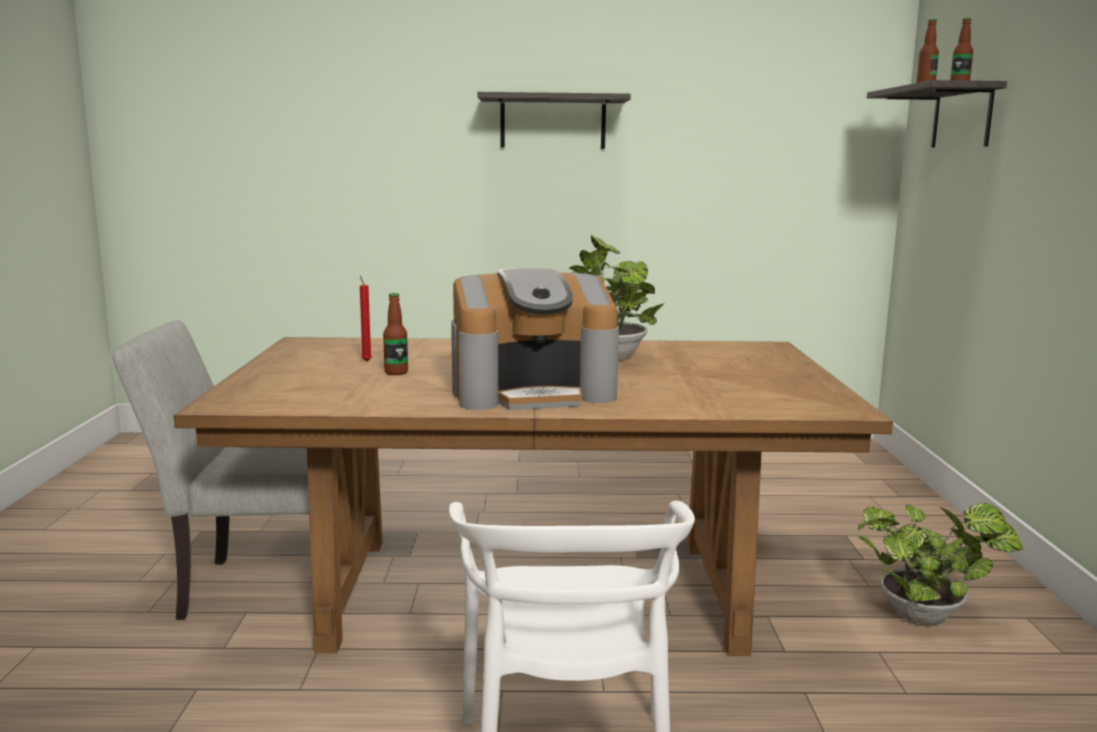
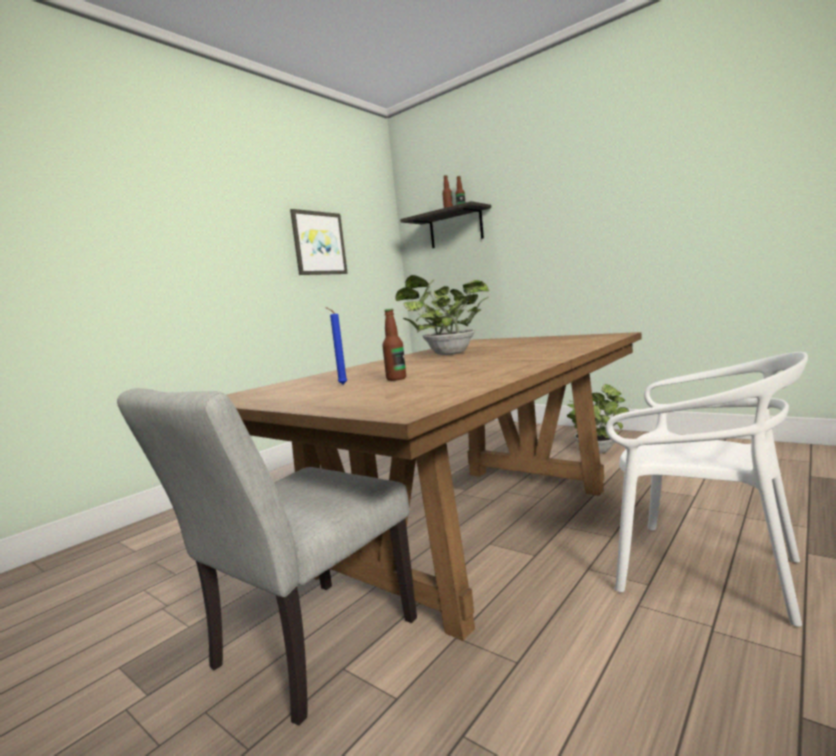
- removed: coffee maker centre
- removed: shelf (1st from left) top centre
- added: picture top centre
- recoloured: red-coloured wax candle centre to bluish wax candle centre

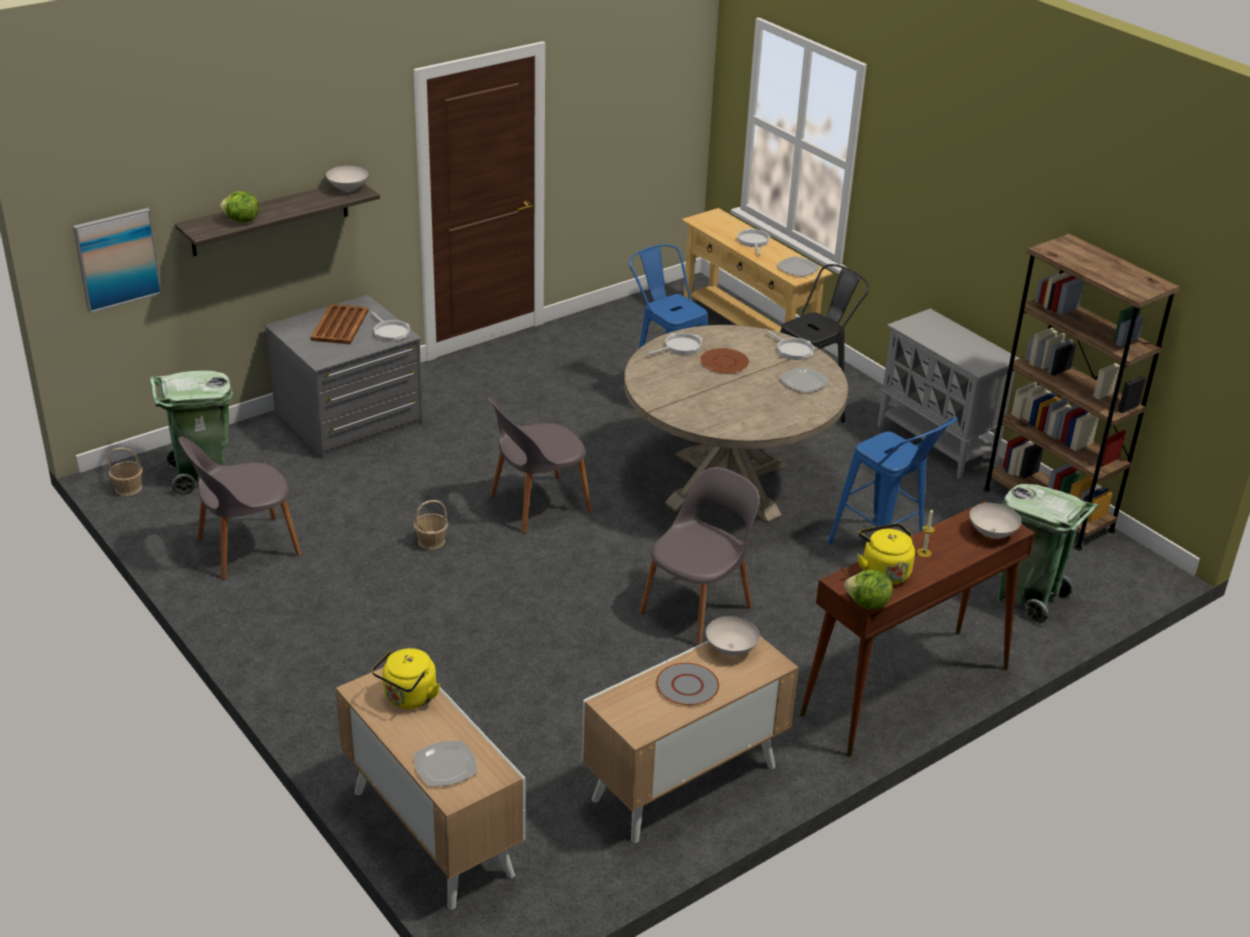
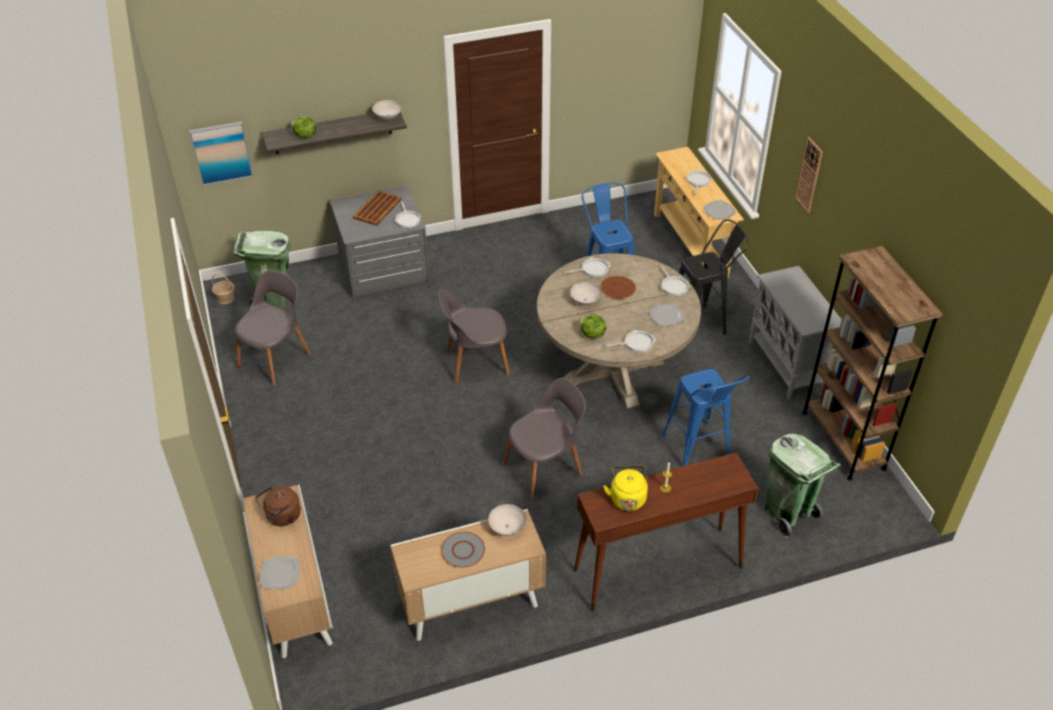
- removed: basket (2nd from left) centre
- added: pan (3rd from left) centre
- added: wall clock top right
- moved: lettuce head (2nd from left) middle right to centre
- moved: white bowl (3rd from left) middle right to centre
- recoloured: yellowish kettle (1st from left) bottom left to brown-coloured kettle bottom left
- turned: gray plain chair (1st from left) middle left = middle left 135 degrees clockwise

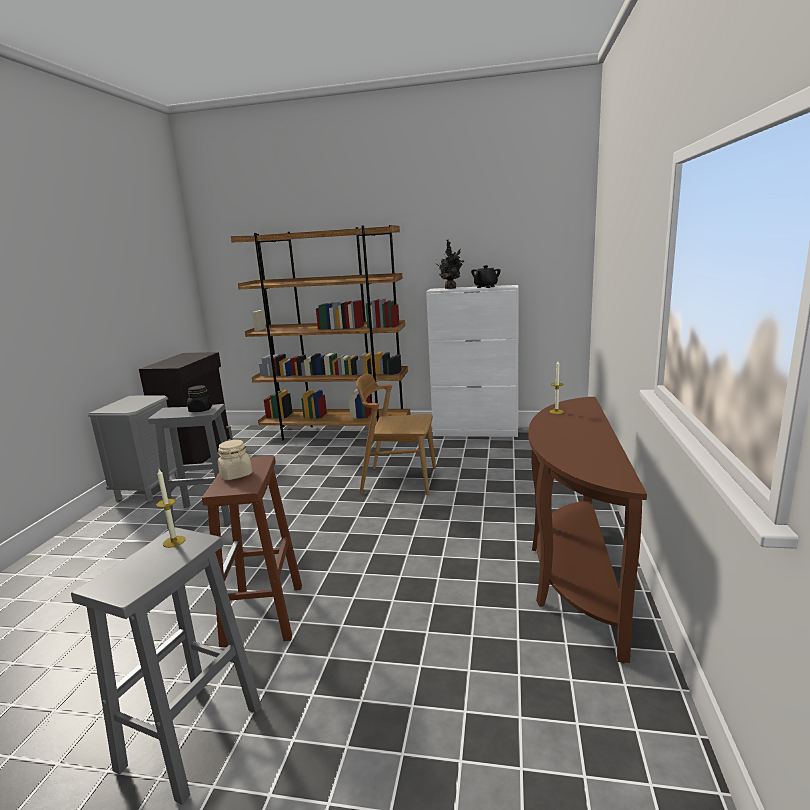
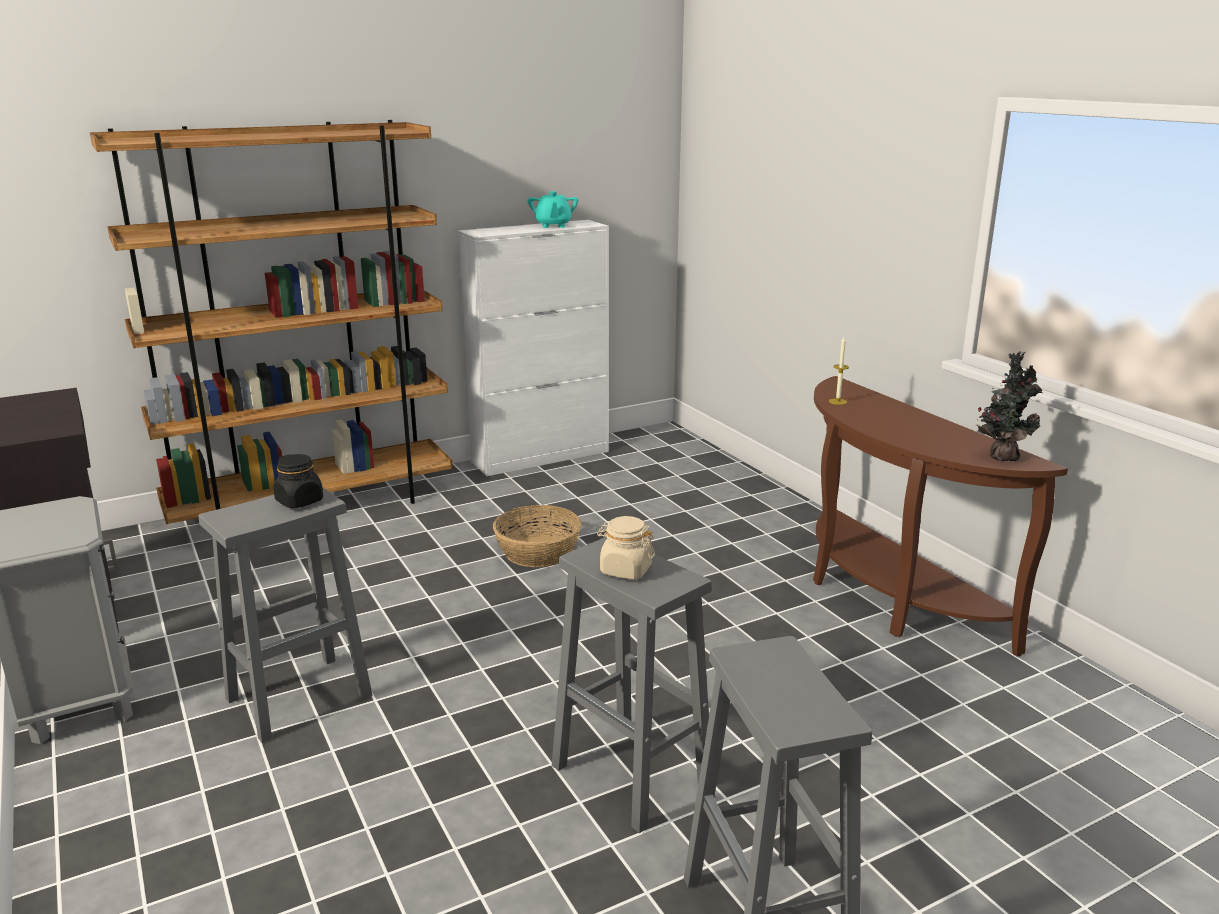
- removed: wax candle (1st from left) middle left
- moved: houseplant top centre to middle right
- replaced: brown-coloured plain chair centre to basket centre
- recoloured: brown-coloured stool seat bottom left to gray stool seat (2nd from left) bottom centre
- recoloured: blackish teapot centre to turquoise-coloured teapot top centre

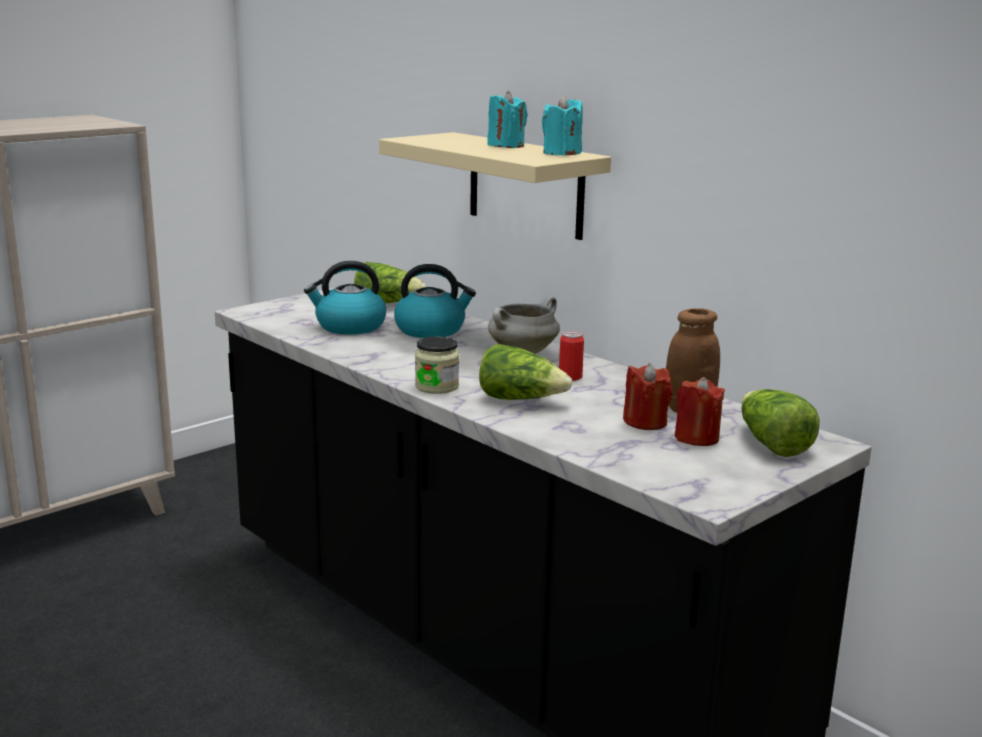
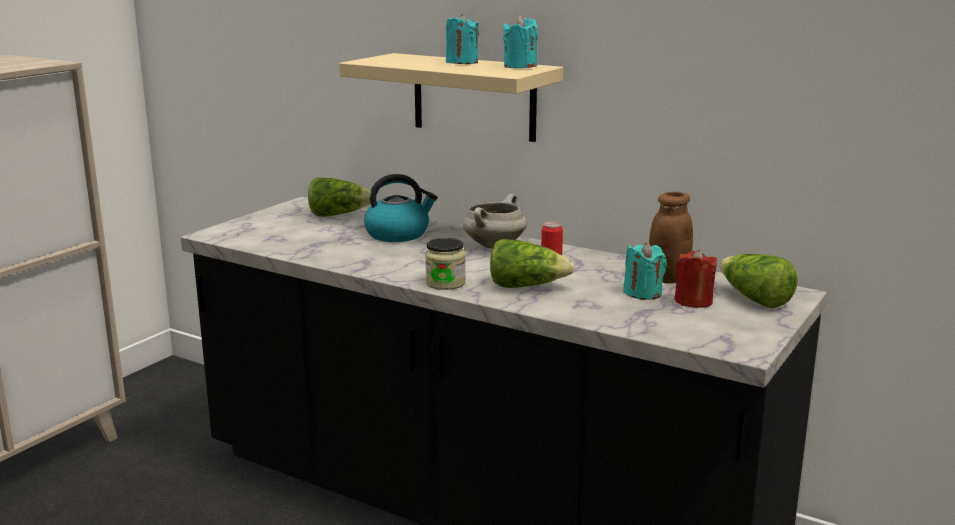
- removed: kettle (1st from left) centre
- recoloured: red-coloured wax candle (1st from left) centre to turquoise-coloured wax candle (3rd from left) middle right

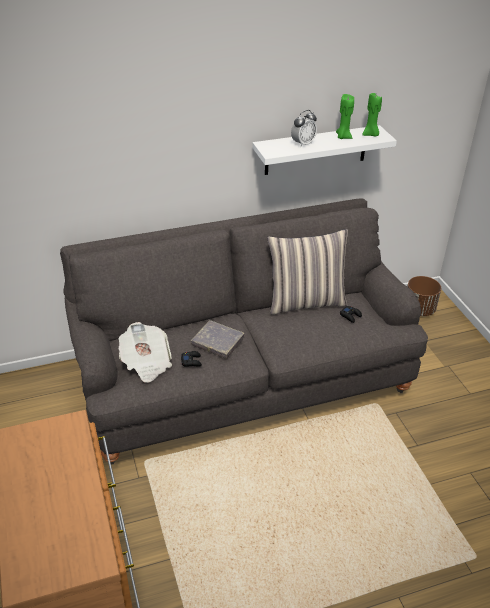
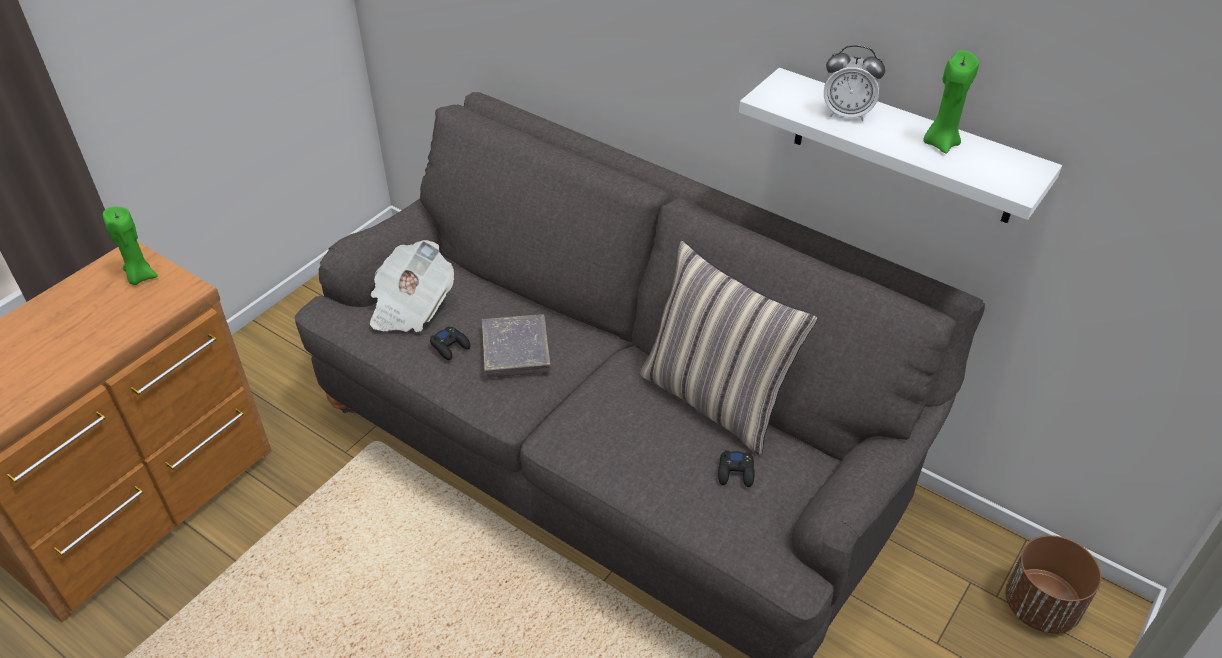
- moved: green wax candle (2nd from left in the first image) top right to green wax candle (1st from left) middle left

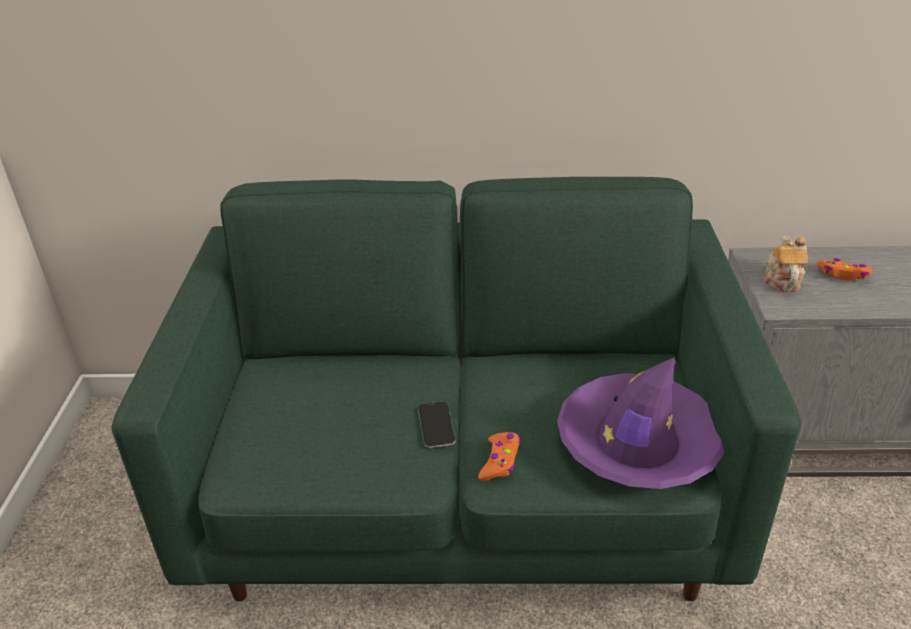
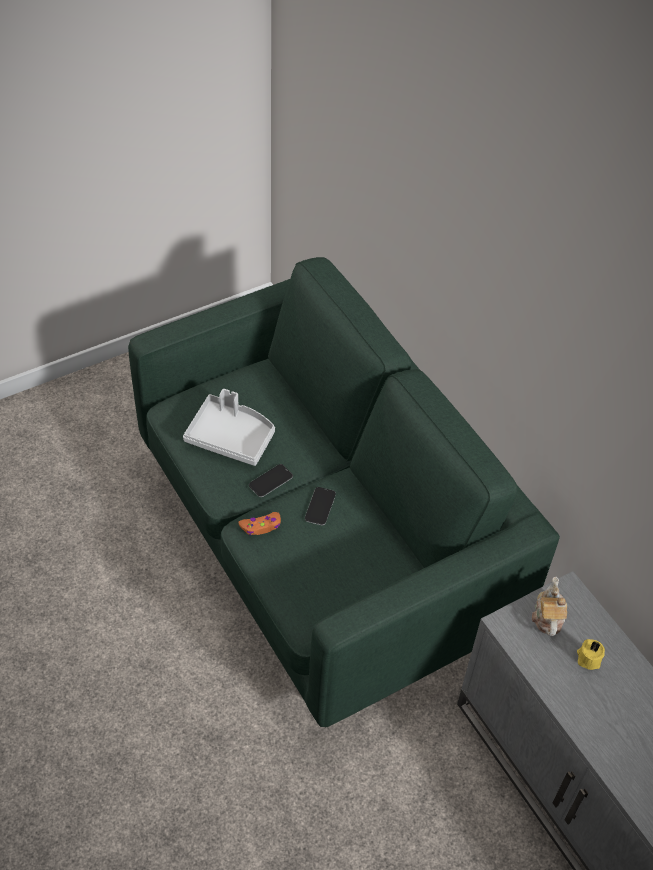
- removed: purplish hat bottom right
- added: gray serving tray centre
- added: handset (2nd from left) centre
- replaced: orangey game controller (2nd from left) middle right to yellowish wax candle bottom right
- turned: teapot middle right = bottom right 60 degrees counterclockwise

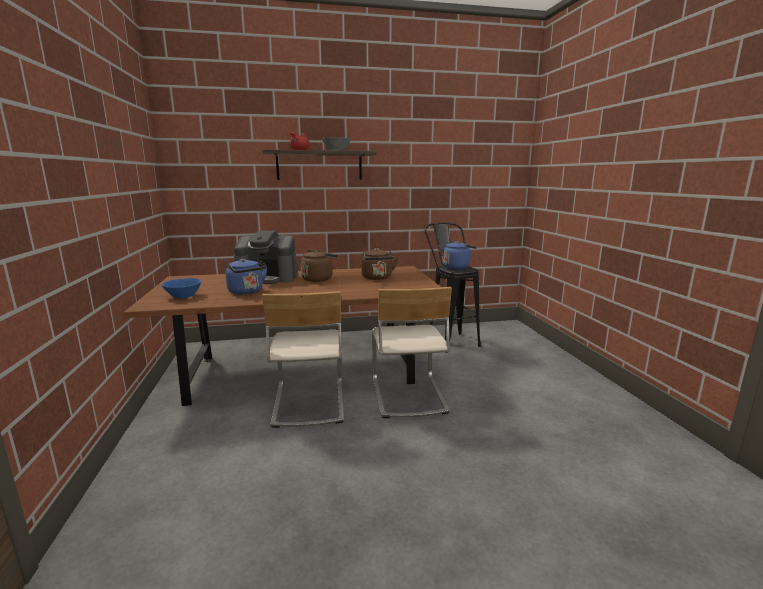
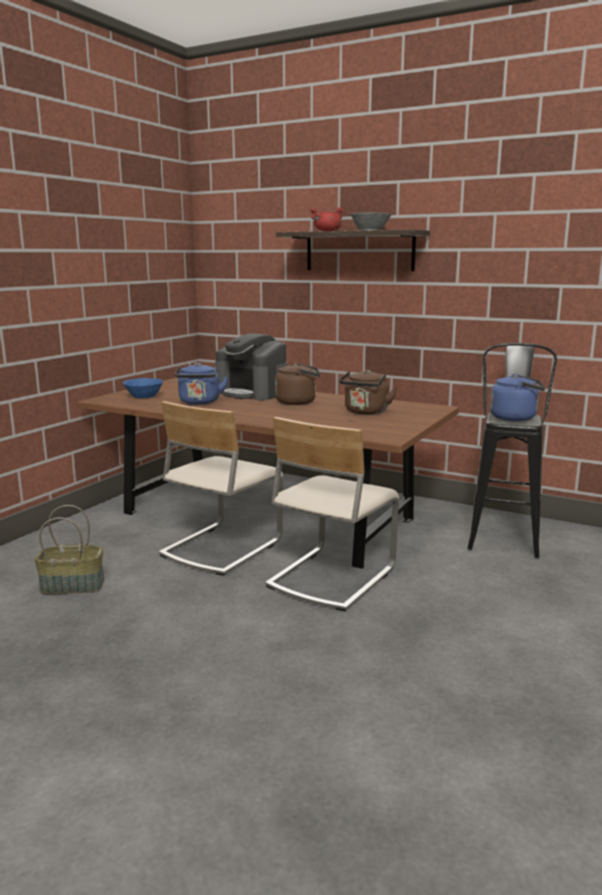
- added: basket middle left

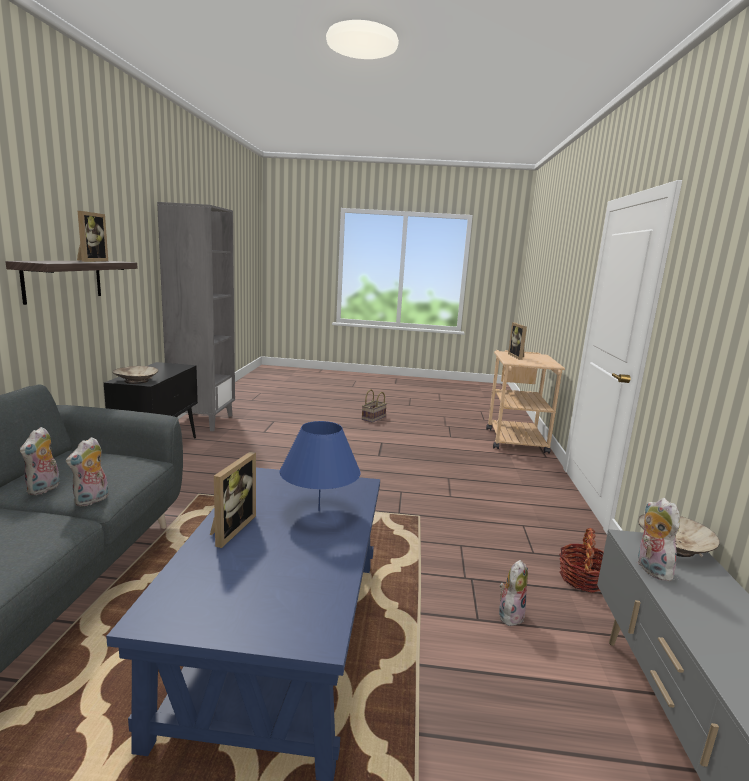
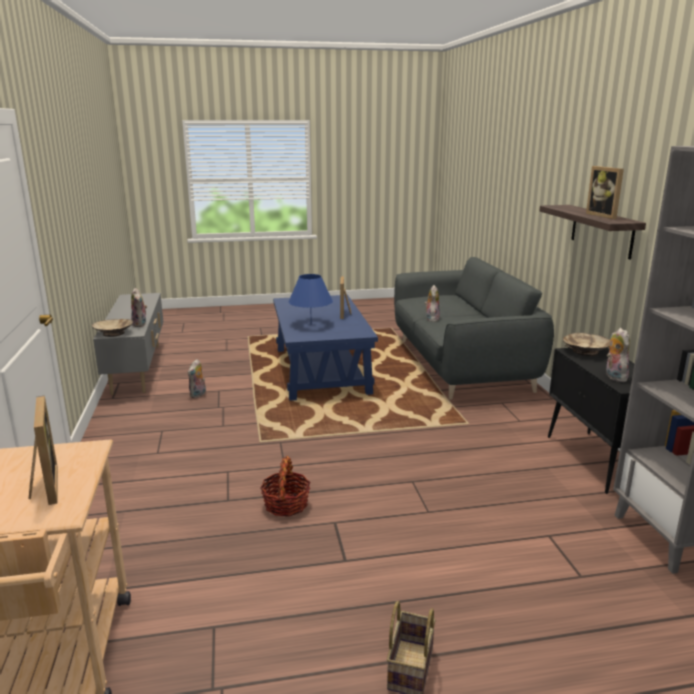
- moved: soft toy (1st from left in the first image) middle left to soft toy (4th from left) middle right
- moved: basket (2nd from left in the first image) bottom right to basket (1st from left) bottom centre

